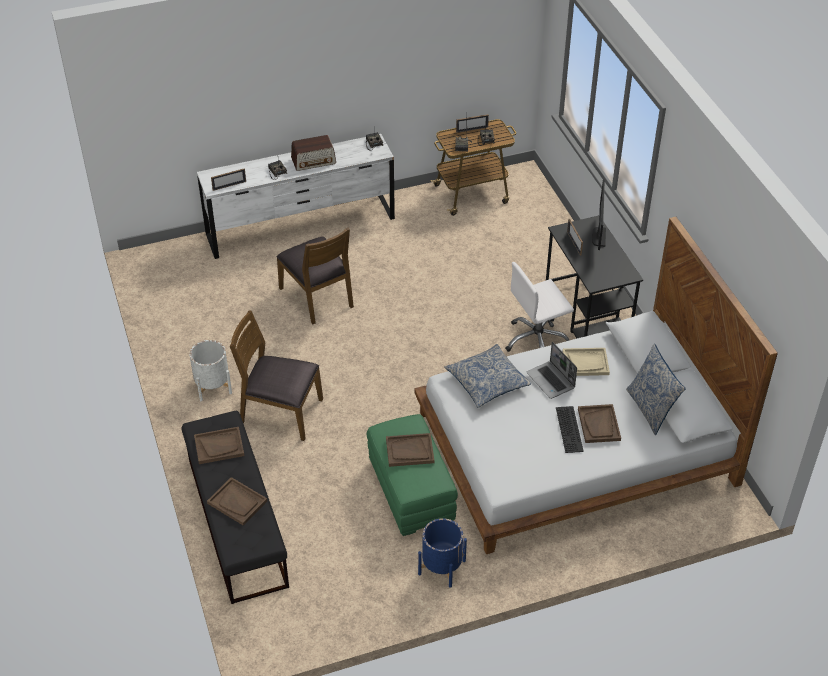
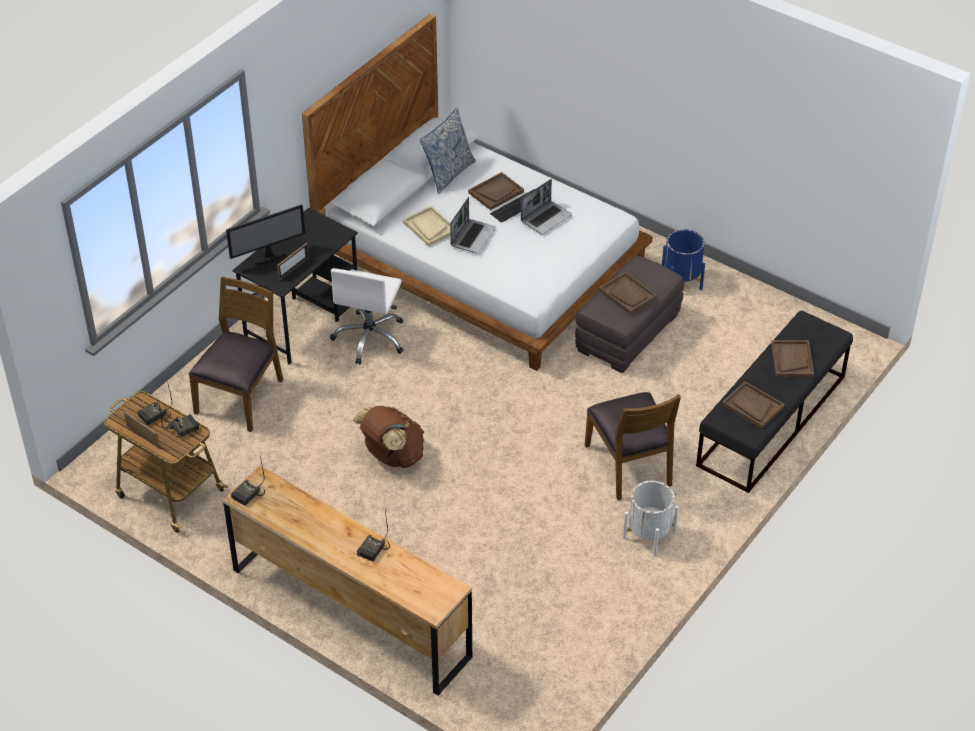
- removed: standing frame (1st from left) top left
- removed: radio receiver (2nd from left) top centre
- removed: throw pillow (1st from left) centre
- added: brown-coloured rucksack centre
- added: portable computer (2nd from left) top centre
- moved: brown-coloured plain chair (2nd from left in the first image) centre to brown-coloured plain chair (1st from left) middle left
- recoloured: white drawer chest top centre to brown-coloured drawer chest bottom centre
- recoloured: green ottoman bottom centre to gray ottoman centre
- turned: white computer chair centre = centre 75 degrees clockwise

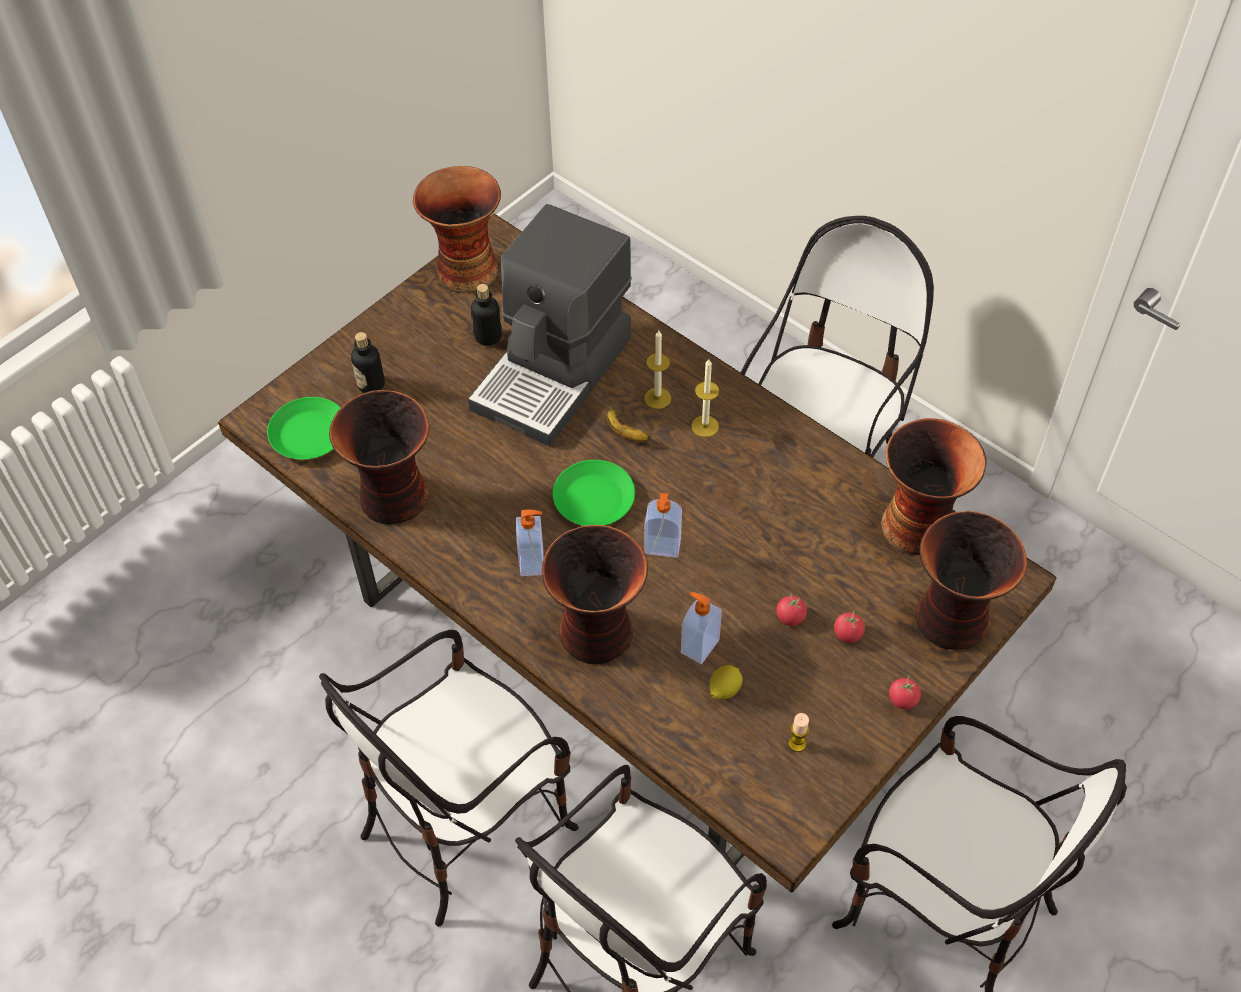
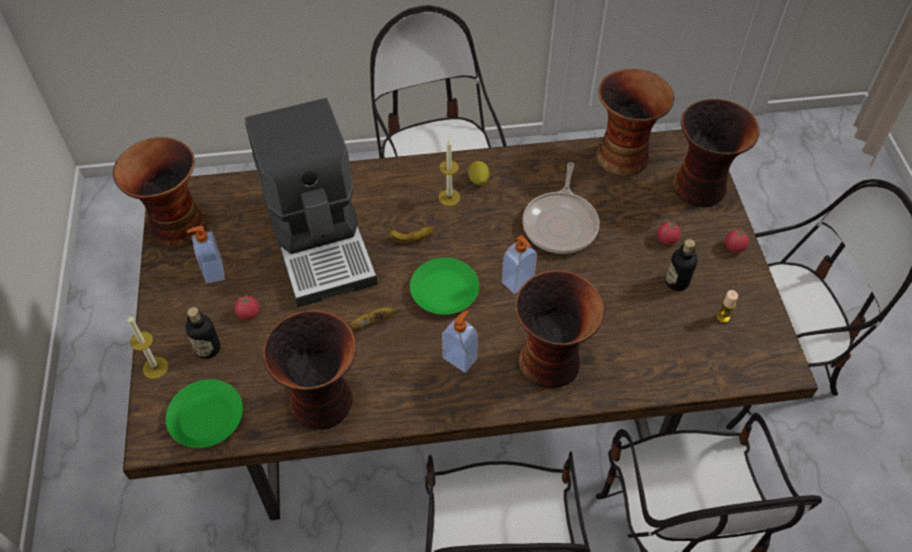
- added: whole banana (1st from left) centre
- added: pan centre
- moved: drink bottle (2nd from left) top centre to middle right
- moved: wax candle (1st from left) centre to middle left
- moved: liquid soap bottle (3rd from left in the first image) centre to liquid soap bottle (1st from left) middle left
- moved: lemon bottom centre to top centre
- moved: fresh tomato (1st from left) centre to middle left

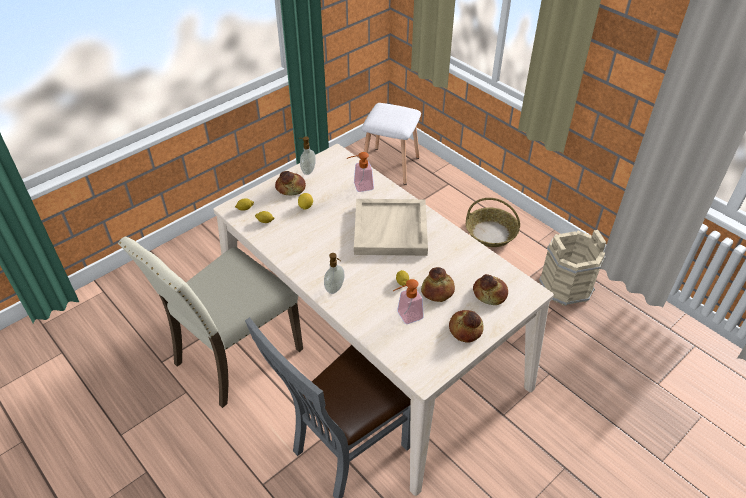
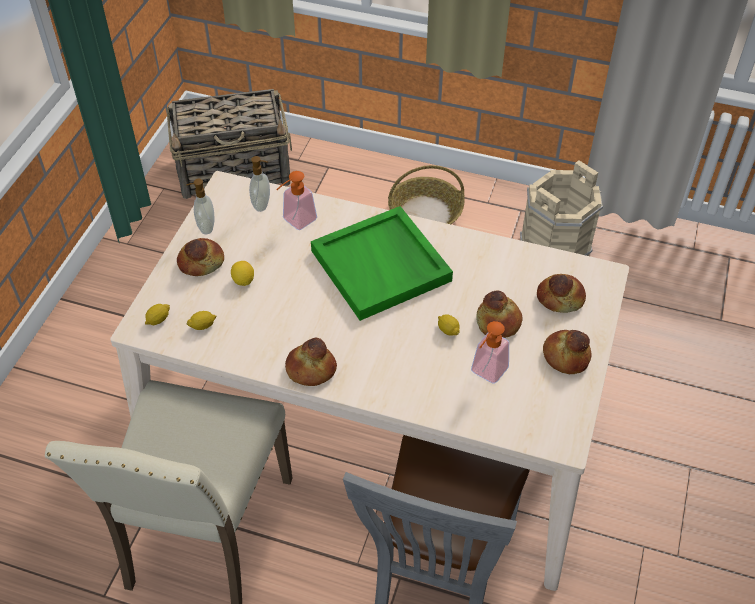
- added: bakery bread (2nd from left) centre
- moved: liquid soap bottle (2nd from left) centre to top centre
- replaced: white stool seat top centre to basket (1st from left) top left
- recoloured: beige-coloured serving tray centre to green serving tray centre

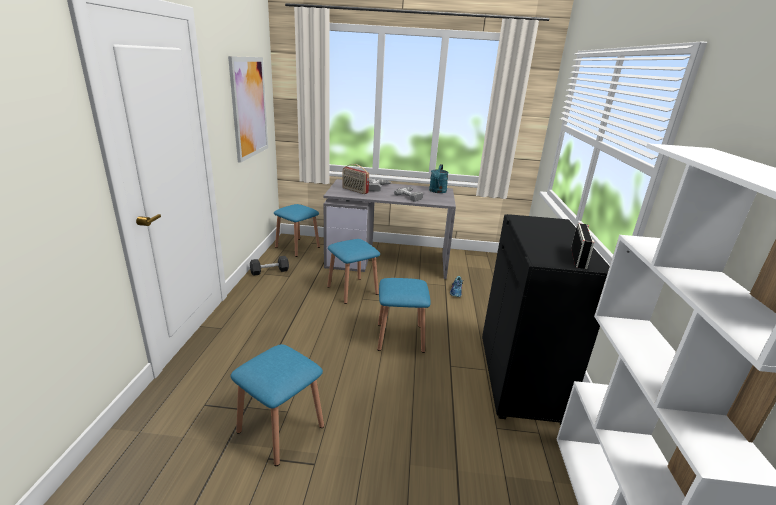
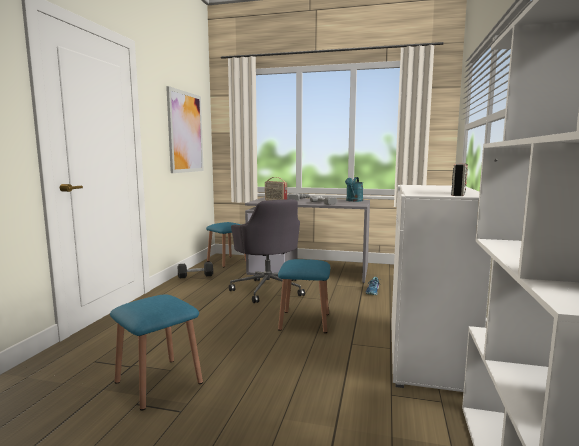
- replaced: bluish stool seat (3rd from left) centre to gray computer chair centre
- recoloured: blackish cupboard middle right to white cupboard middle right

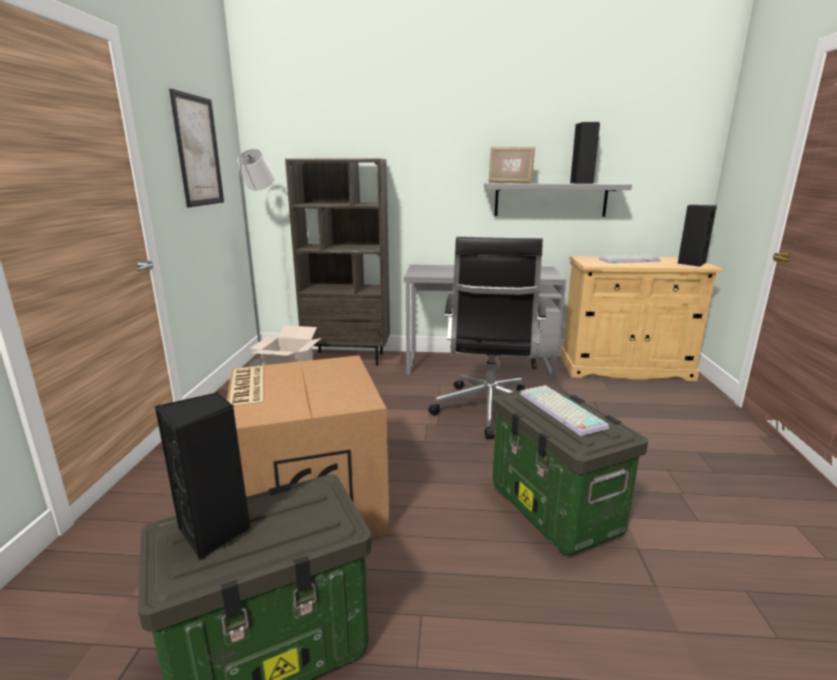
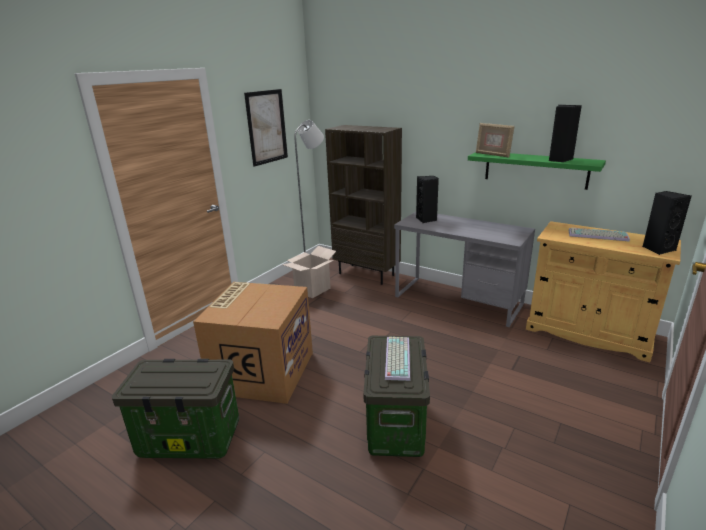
- removed: blackish computer chair centre
- moved: blackish loudspeaker (1st from left) bottom left to centre
- recoloured: gray shelf top right to green shelf top right

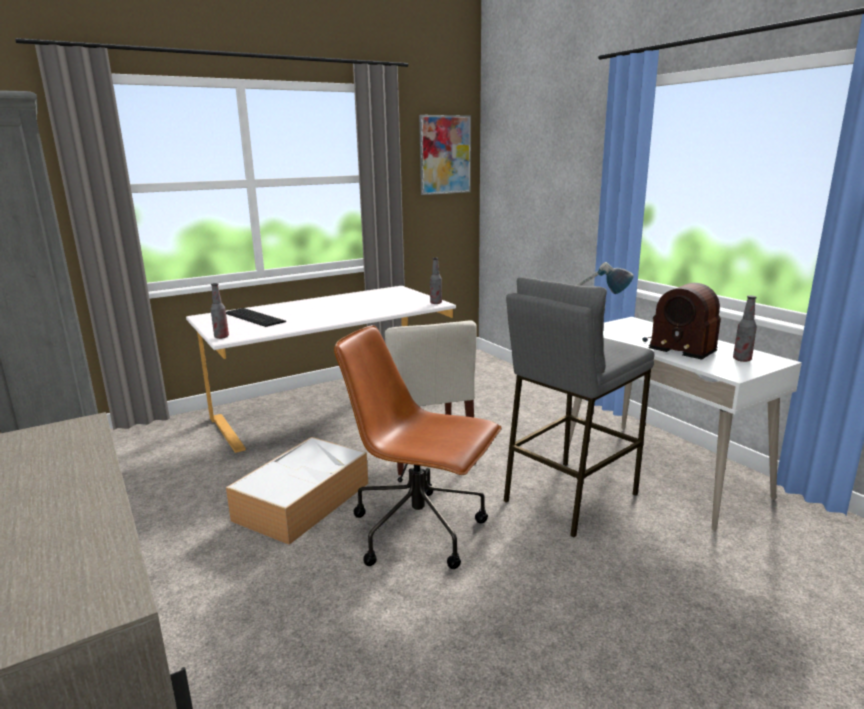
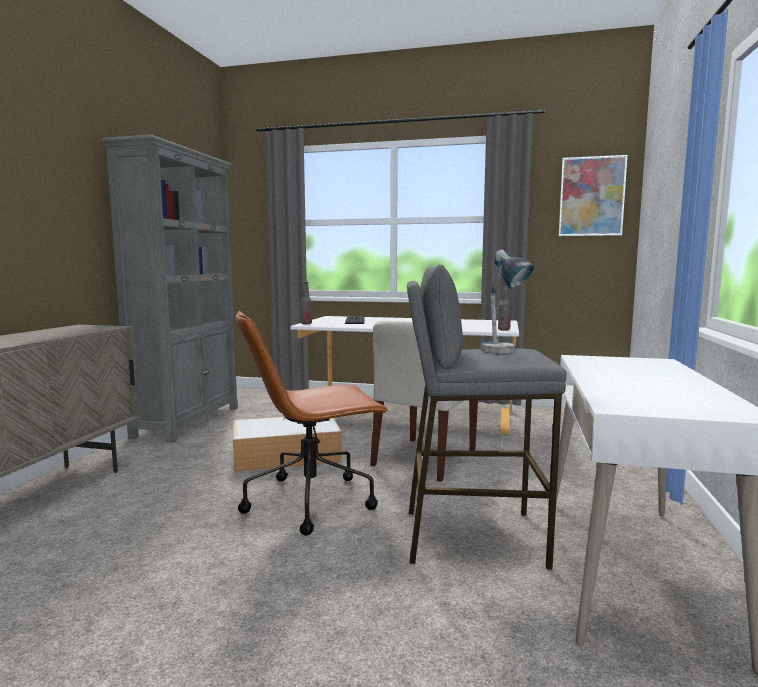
- removed: radio receiver middle right
- removed: drink bottle (3rd from left) middle right
- turned: brown-coloured computer chair centre = centre 90 degrees counterclockwise

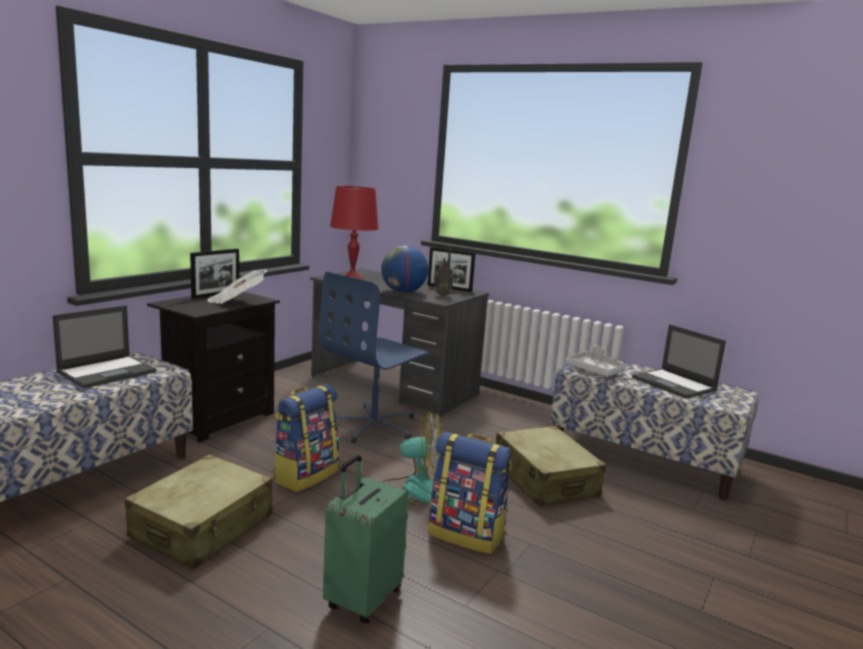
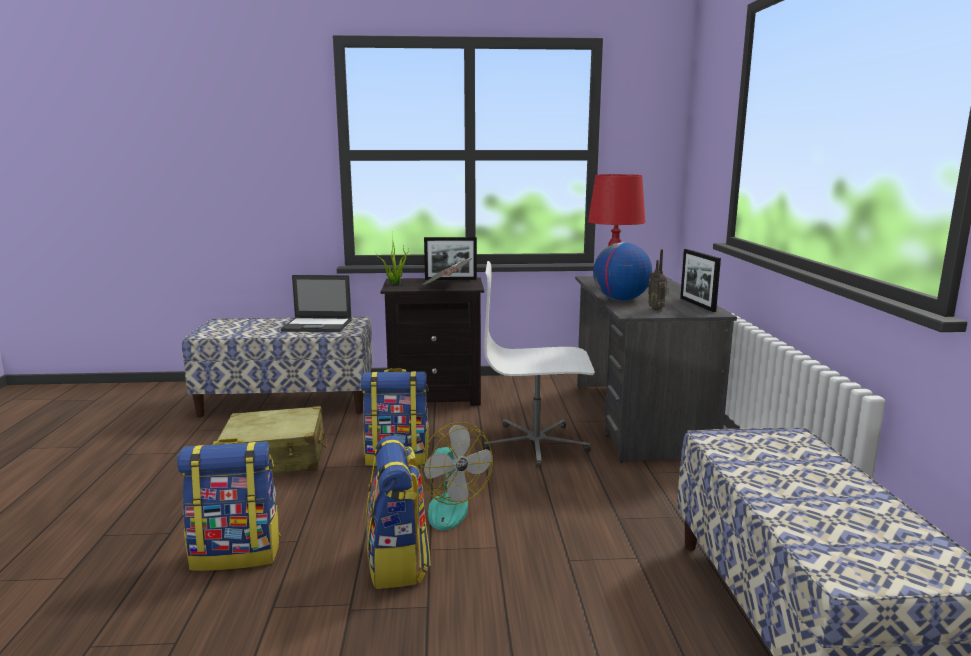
- removed: beige-coloured travel case (2nd from left) bottom centre
- removed: gray serving tray middle right
- removed: portable computer (2nd from left) middle right
- added: houseplant centre
- replaced: green travel case bottom centre to rucksack (1st from left) bottom left
- recoloured: bluish computer chair centre to white computer chair centre

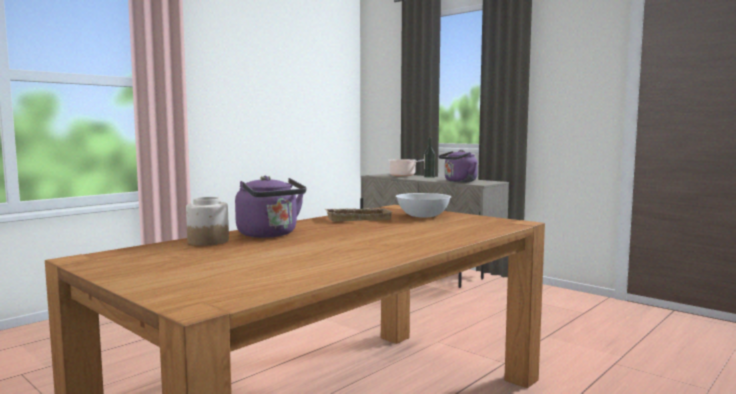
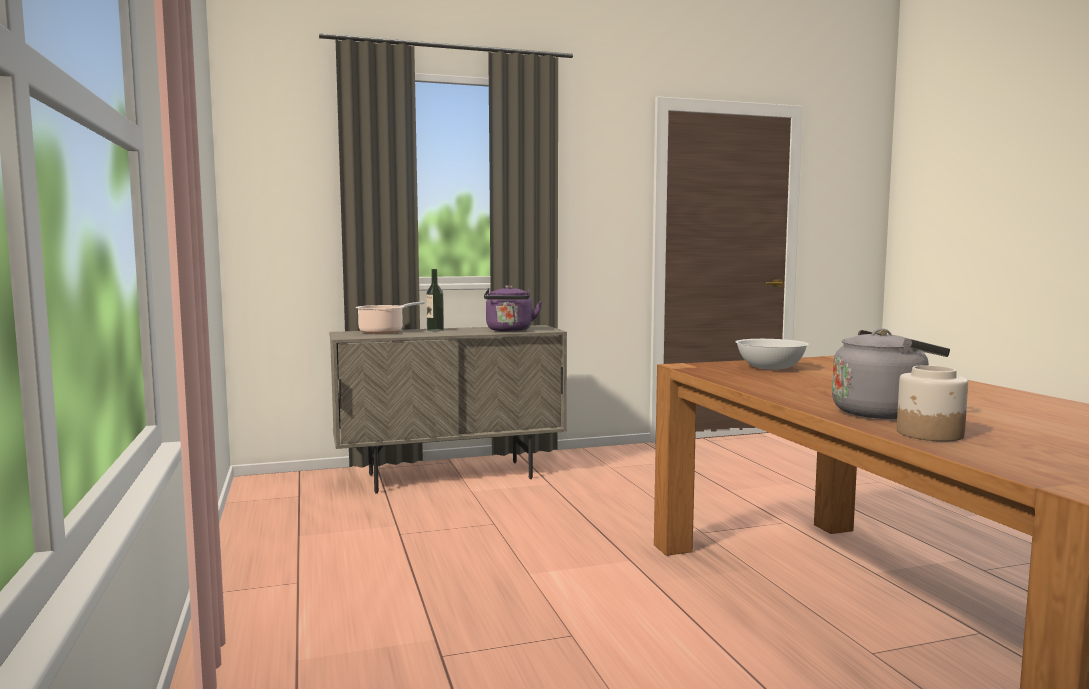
- removed: beige-coloured serving tray centre
- recoloured: purplish kettle (1st from left) centre to gray kettle middle right

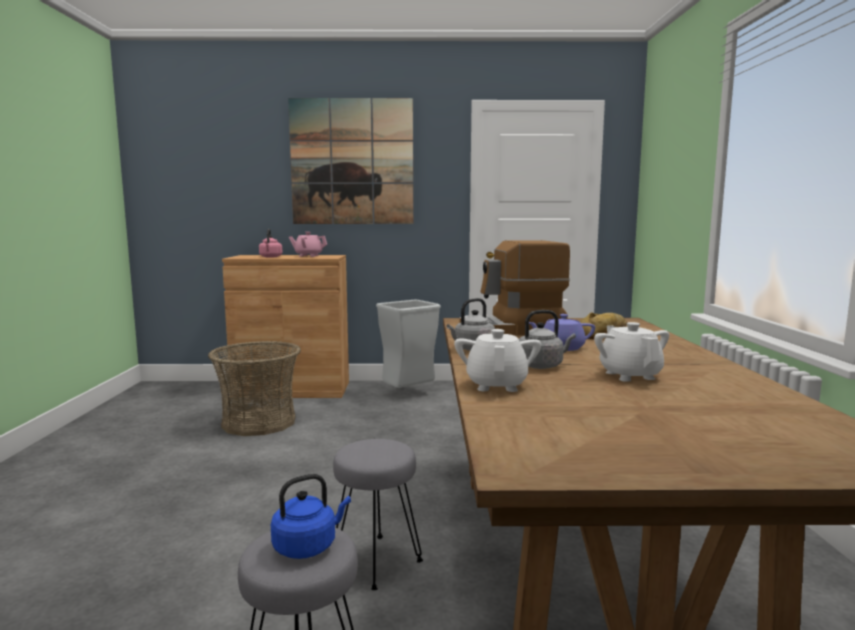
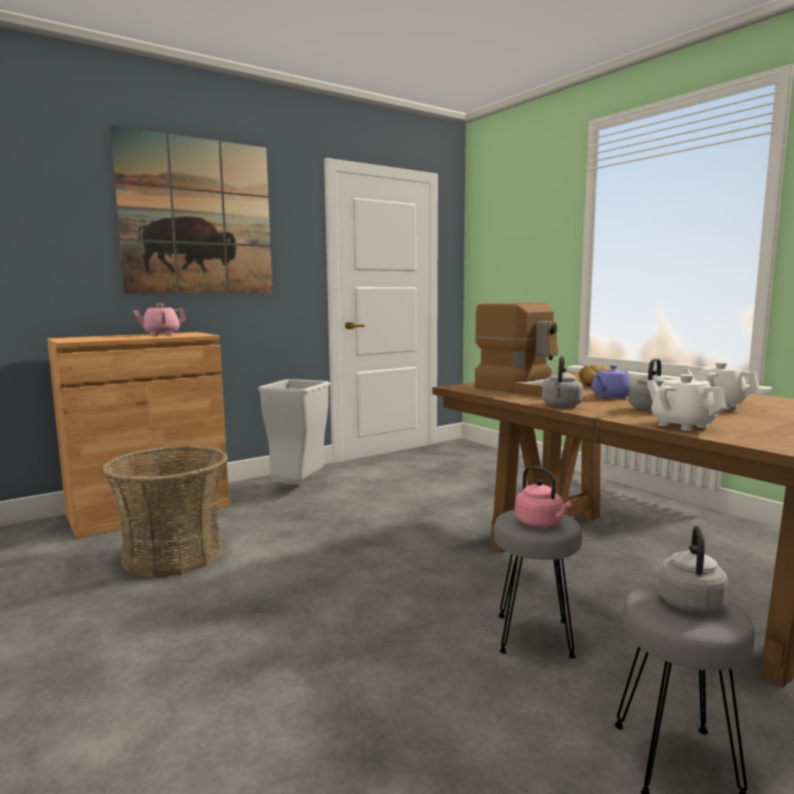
- moved: pink-coloured kettle middle left to middle right
- recoloured: bluish kettle bottom centre to gray kettle (3rd from left) bottom right
- turned: coffee maker centre = centre 90 degrees counterclockwise

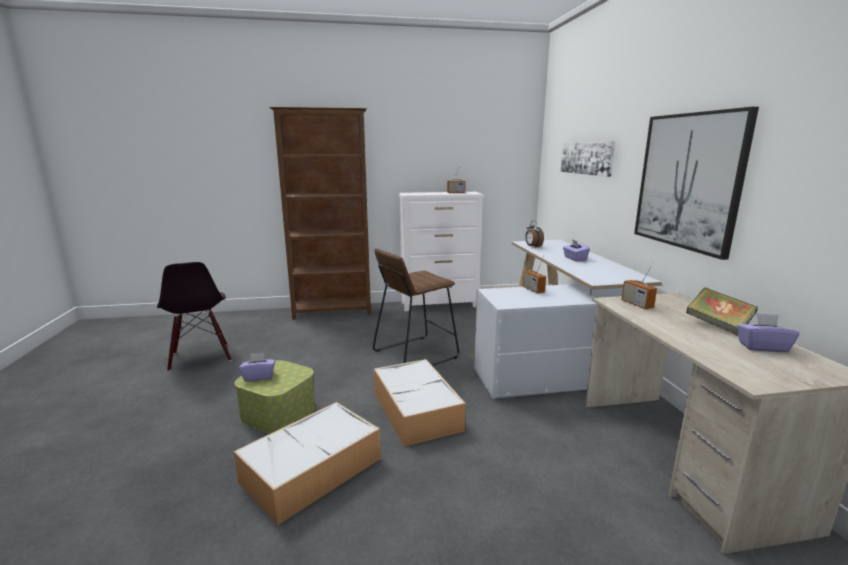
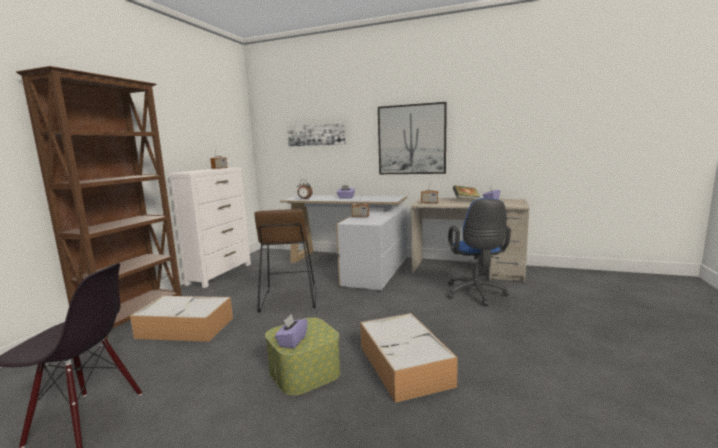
- added: bluish computer chair middle right
- moved: storage box (3rd from left in the first image) bottom centre to storage box (1st from left) bottom left

